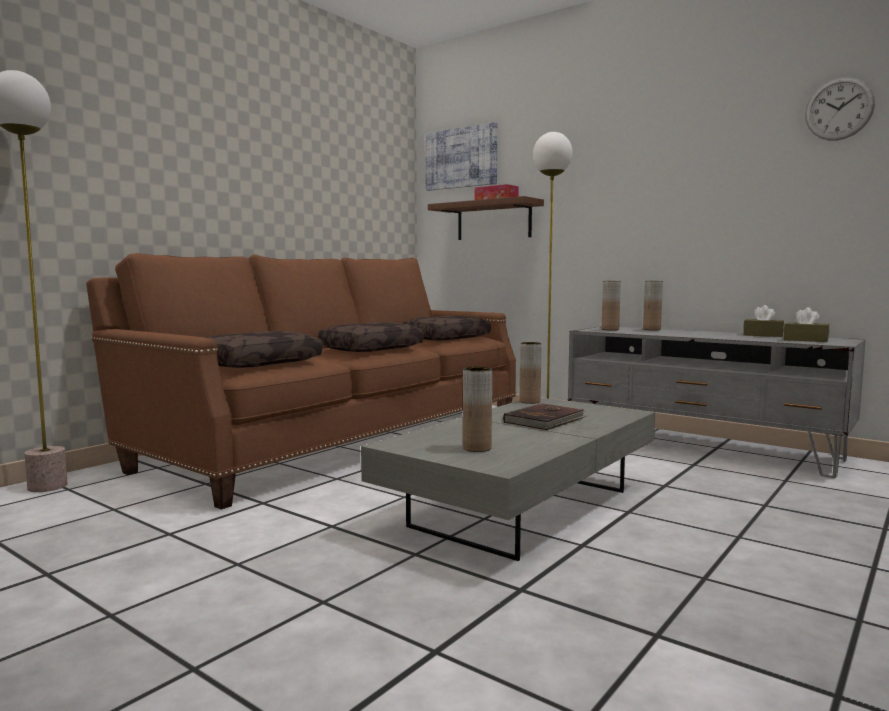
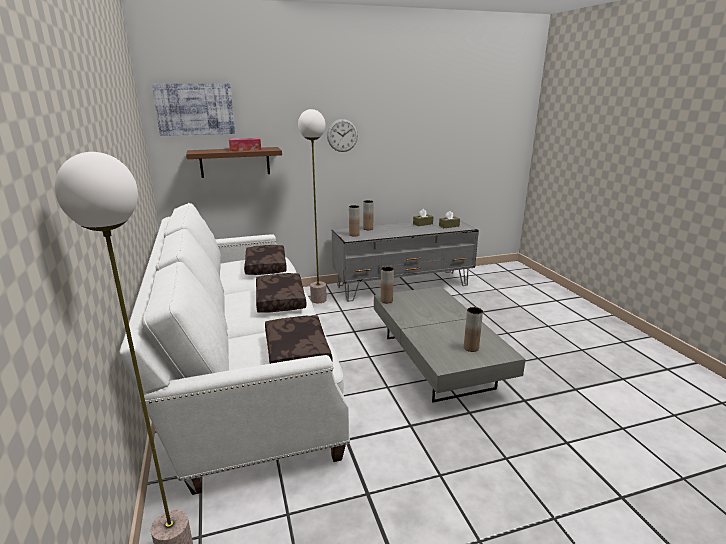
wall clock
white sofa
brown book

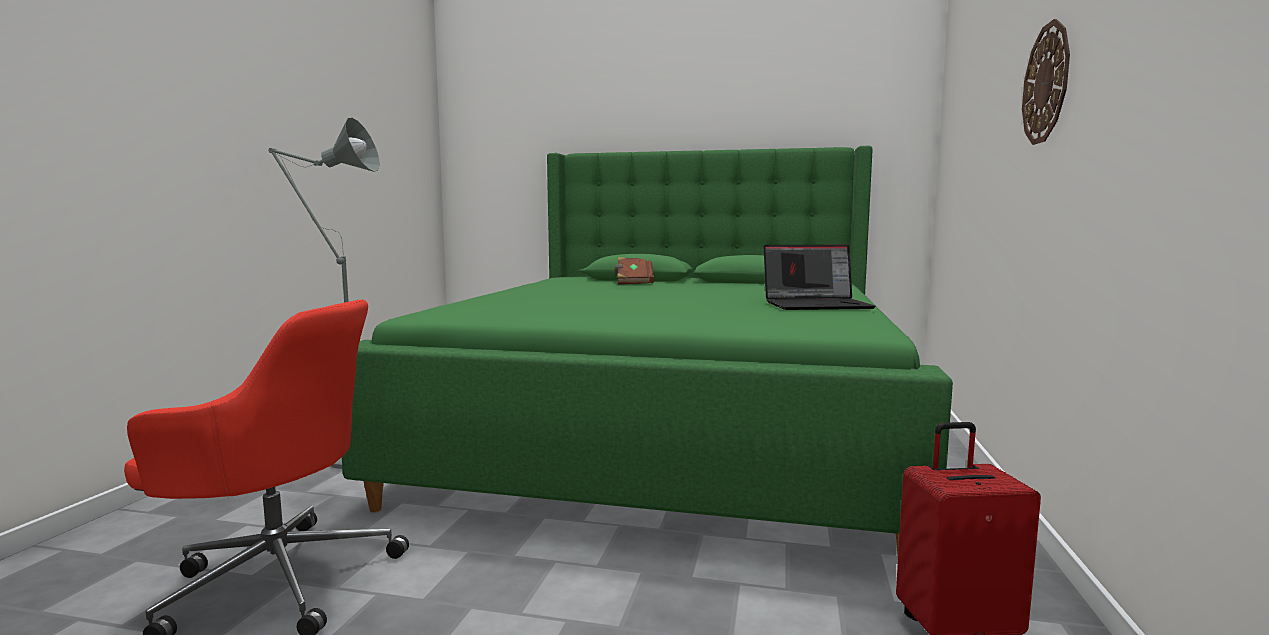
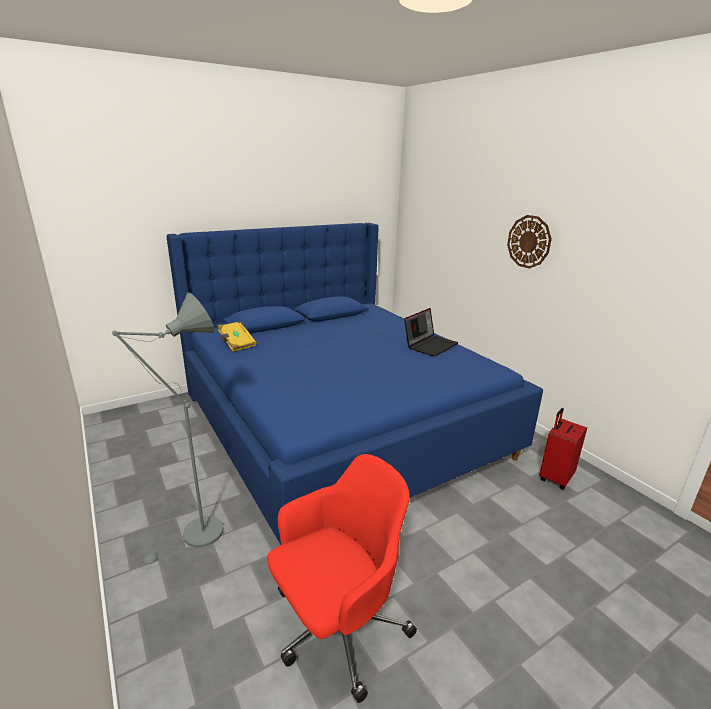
blue bed
brown book
yellow book

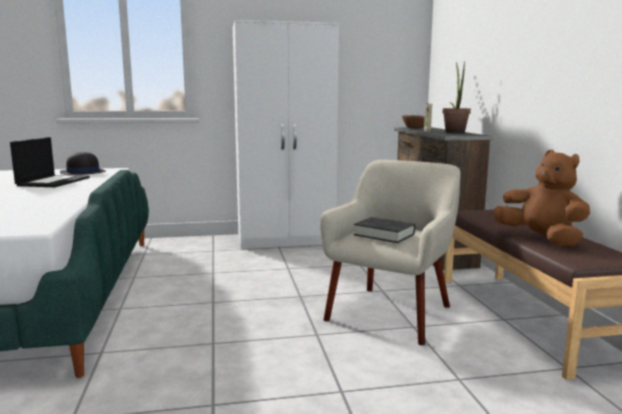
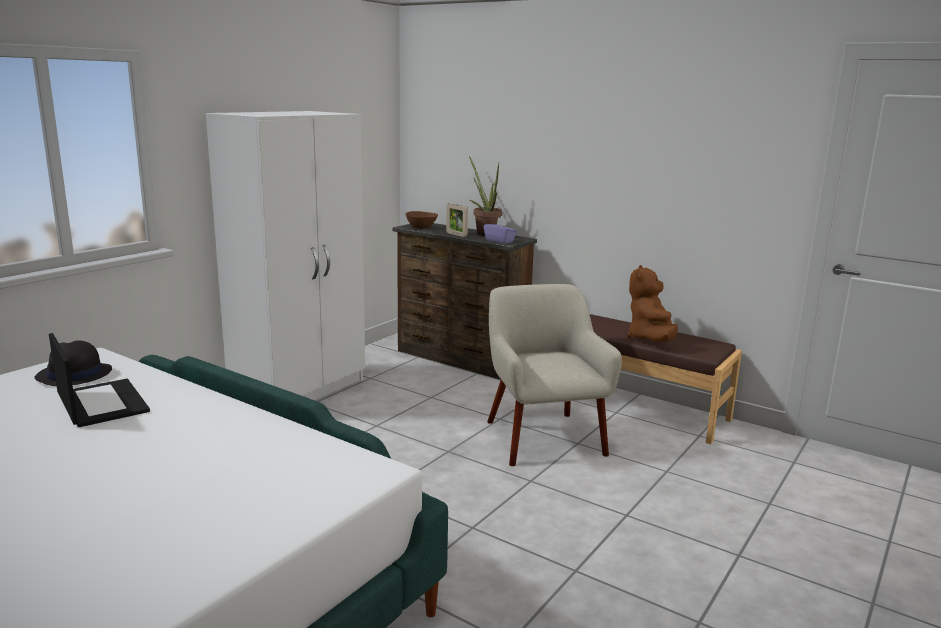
brown plush toy
black book
purple tissue box

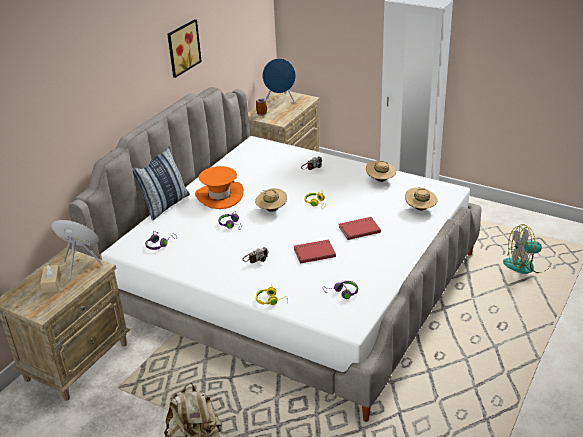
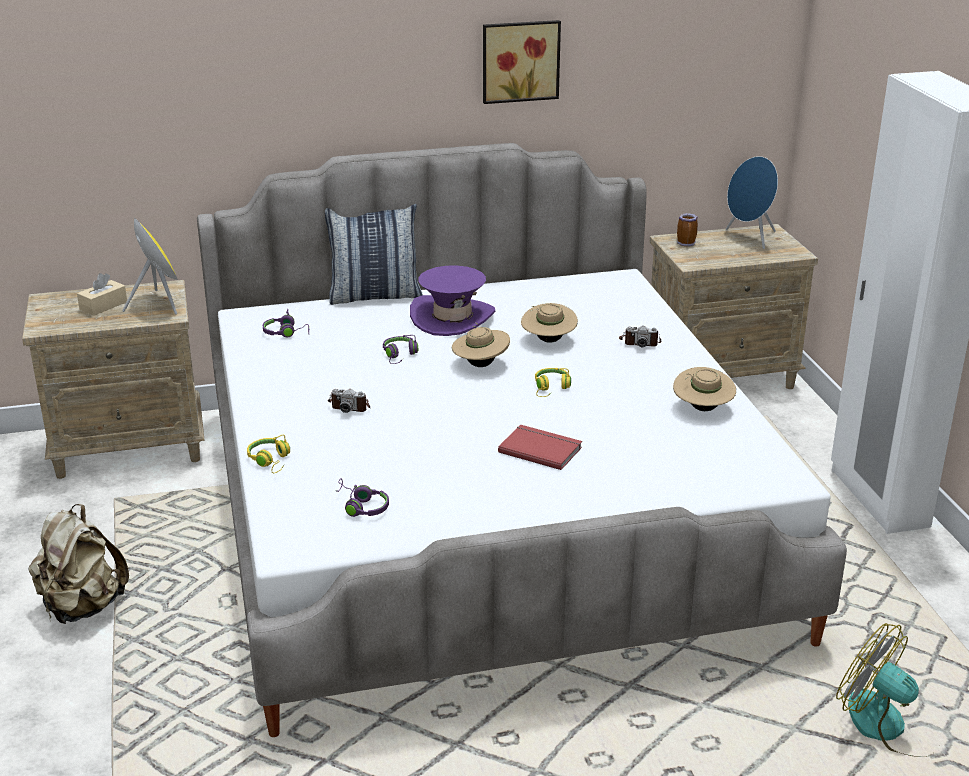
purple hat
beige hat (no. 2 from left)
red book (no. 1 from left in the first image)

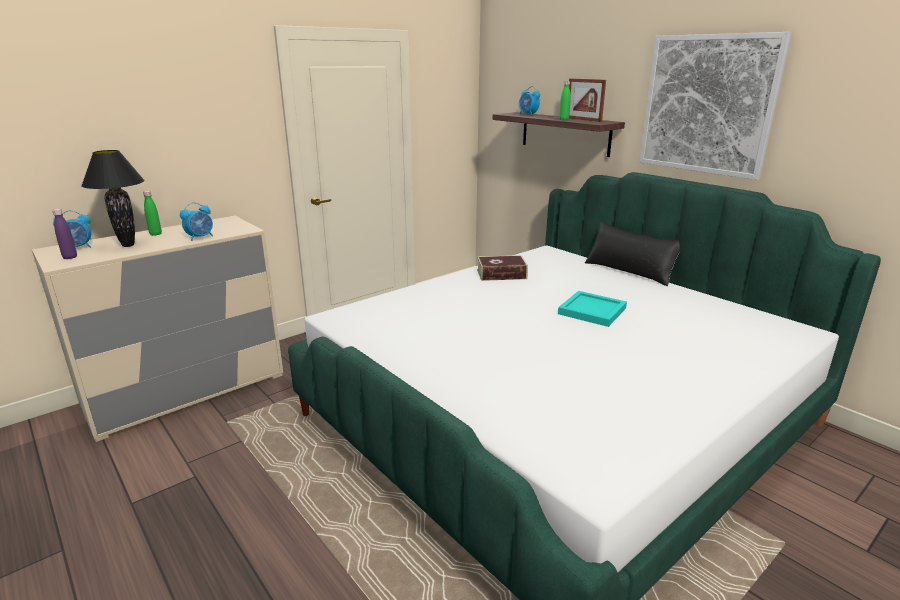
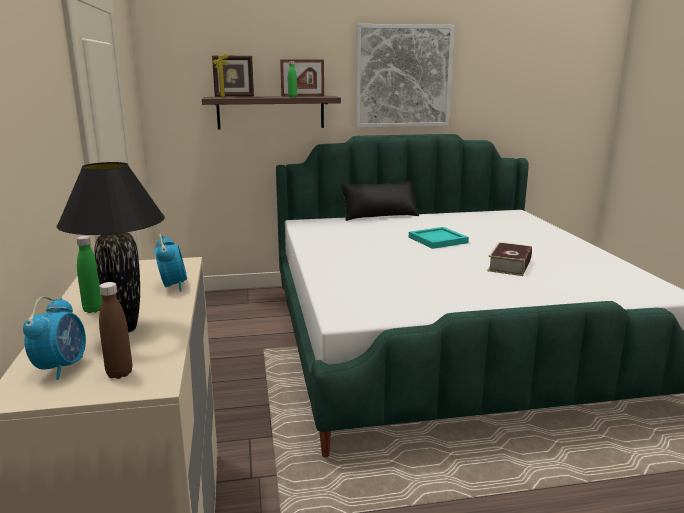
picture frame (no. 1 from left)
brown bottle
book

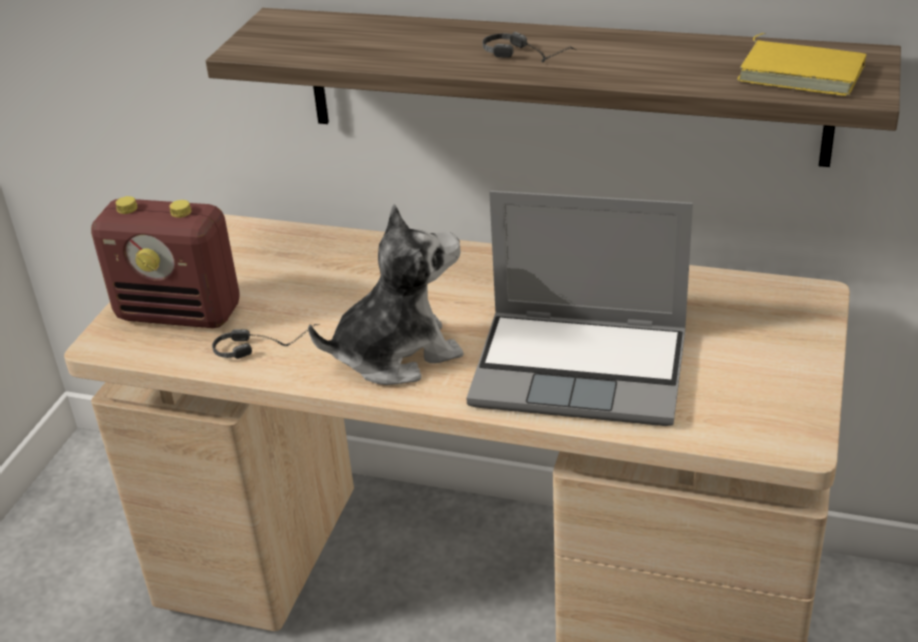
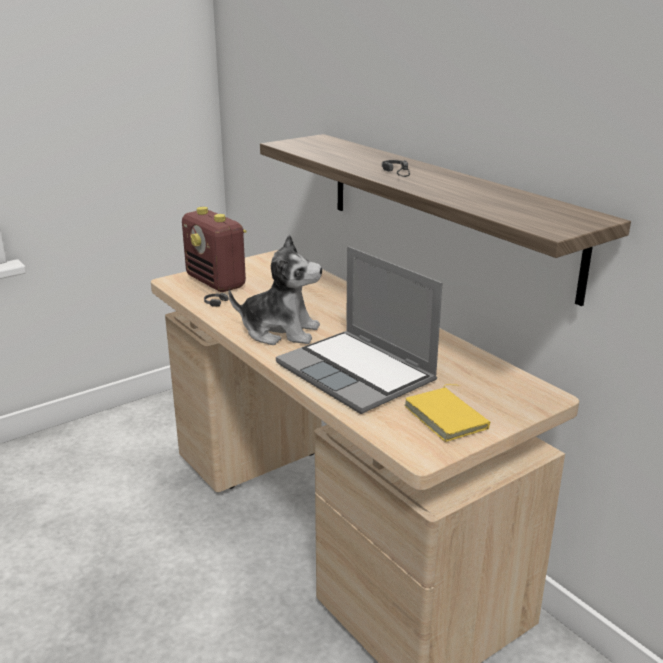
yellow book

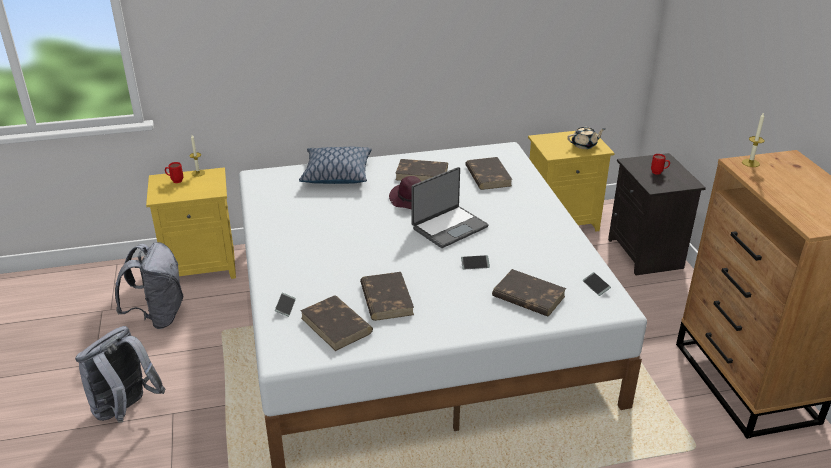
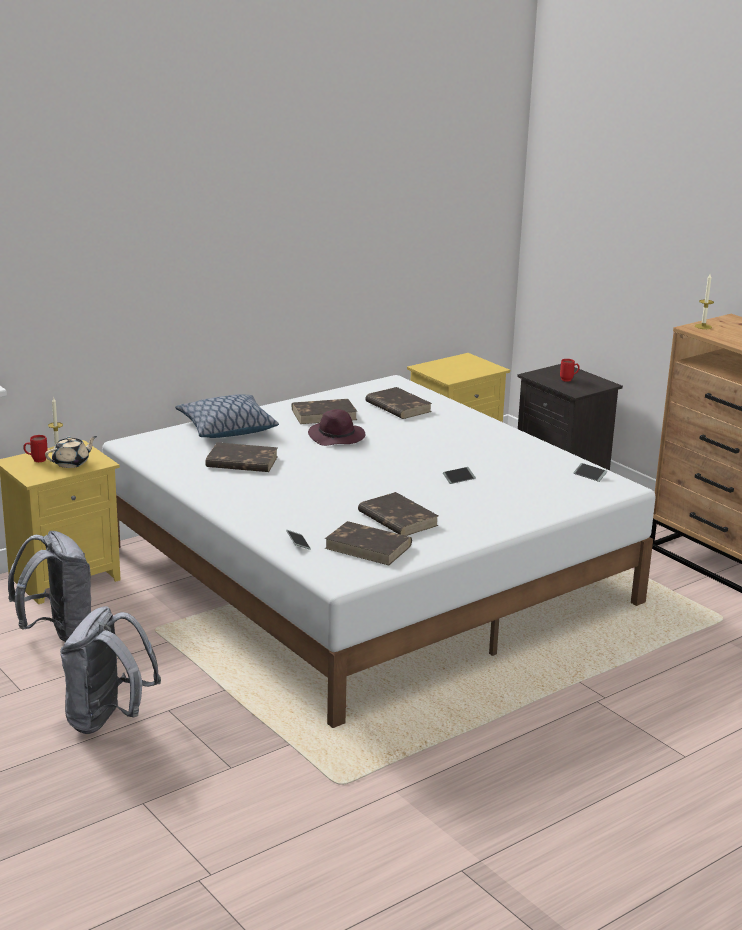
beige teapot
laptop
brown book (no. 1 from left)

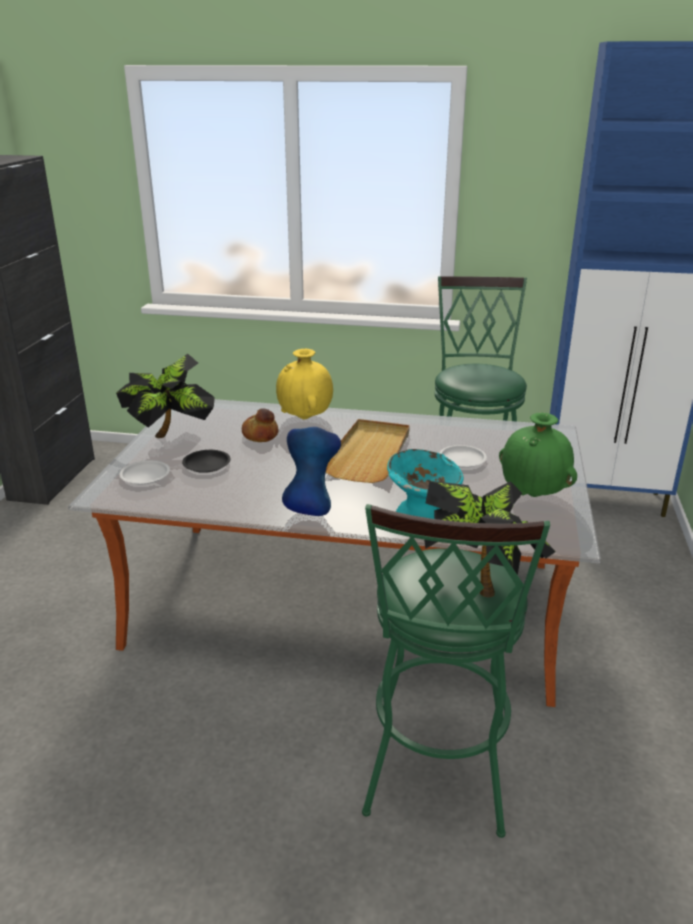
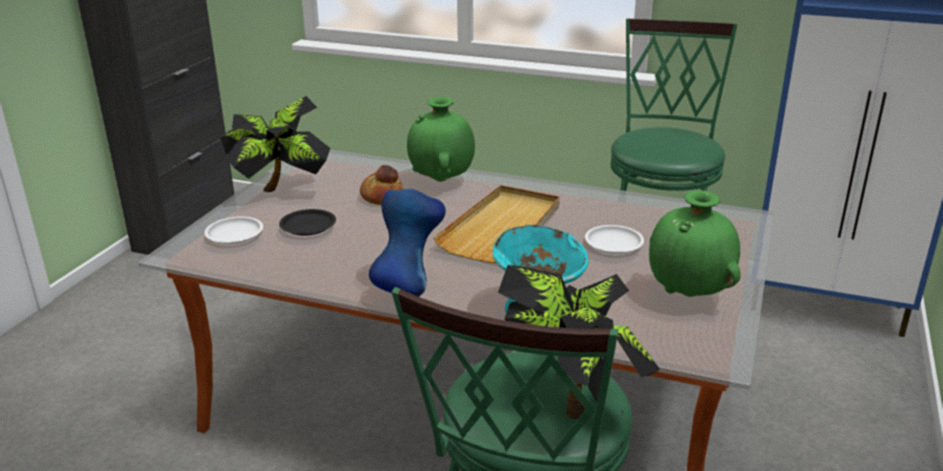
green vase (no. 1 from left)

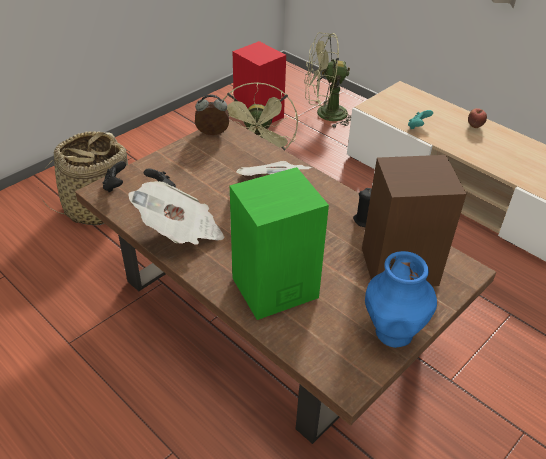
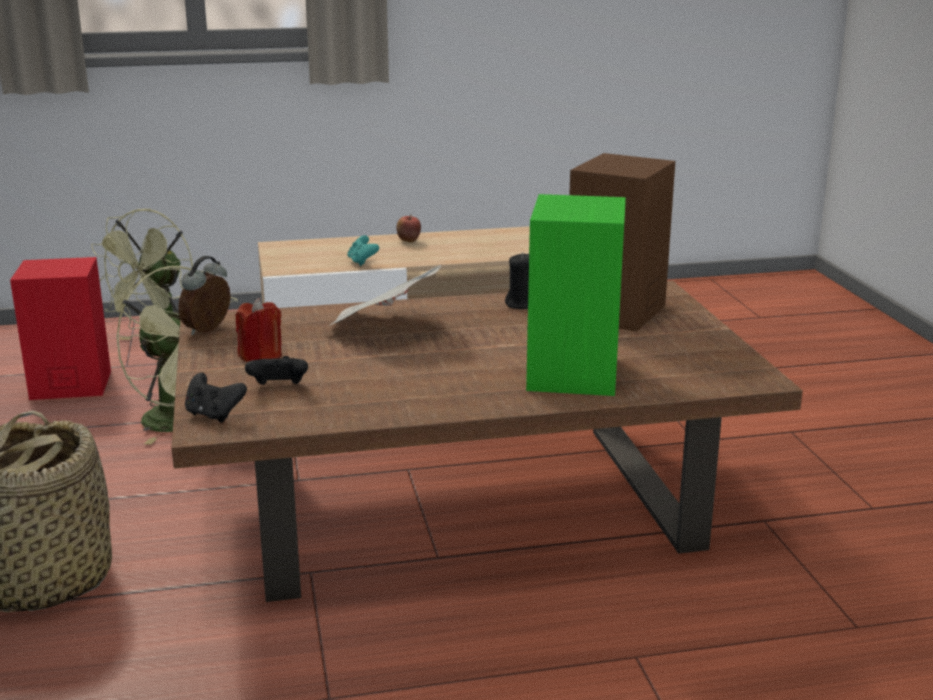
newspaper (no. 1 from left in the first image)
blue vase
red candle

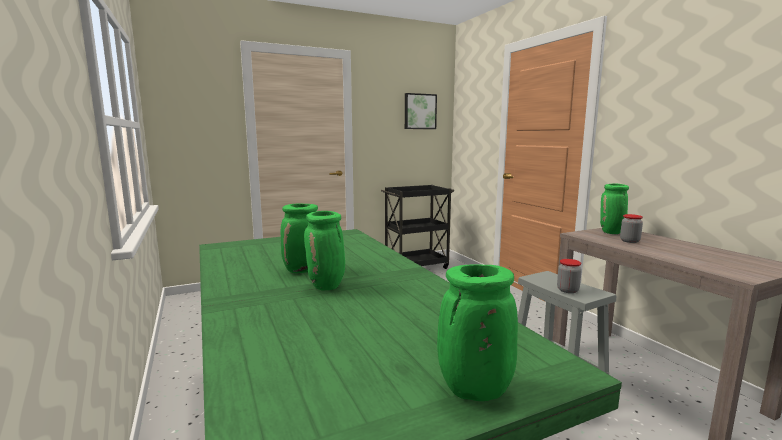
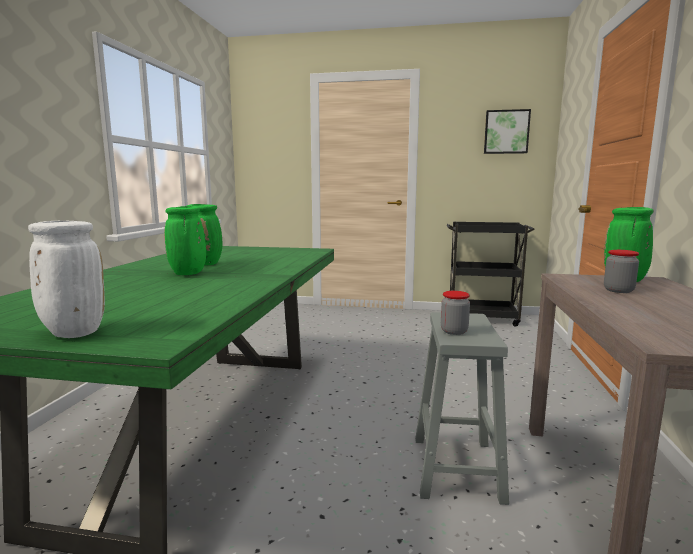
white vase

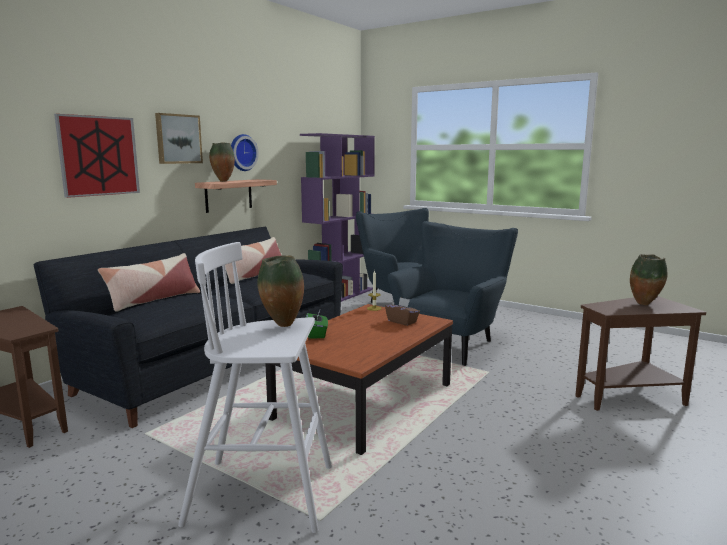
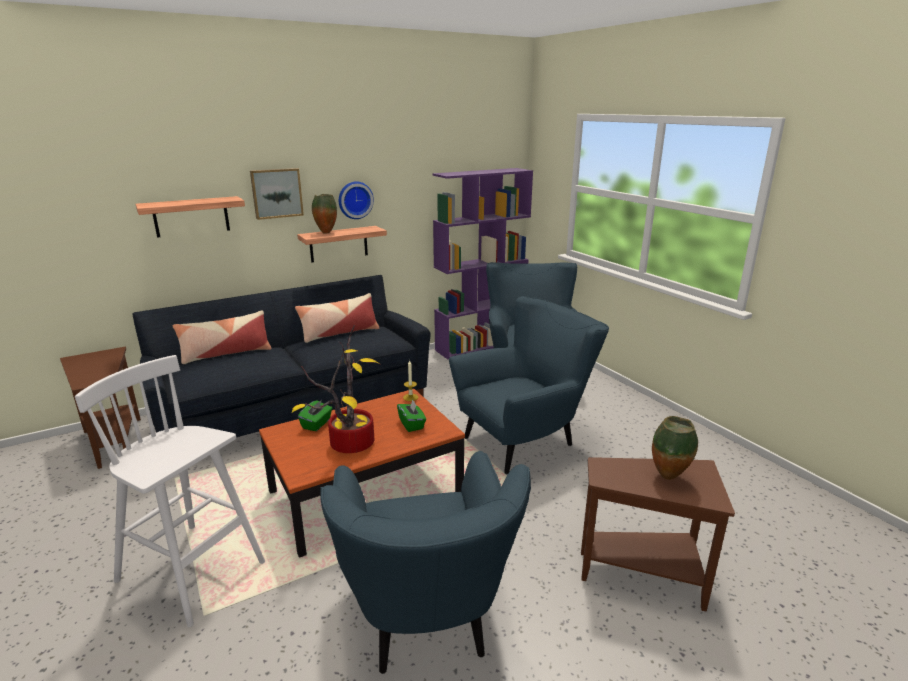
shelf (no. 1 from left)
vase (no. 2 from left in the first image)
green tissue box (no. 2 from left)
potted plant
blue armchair (no. 1 from left)

